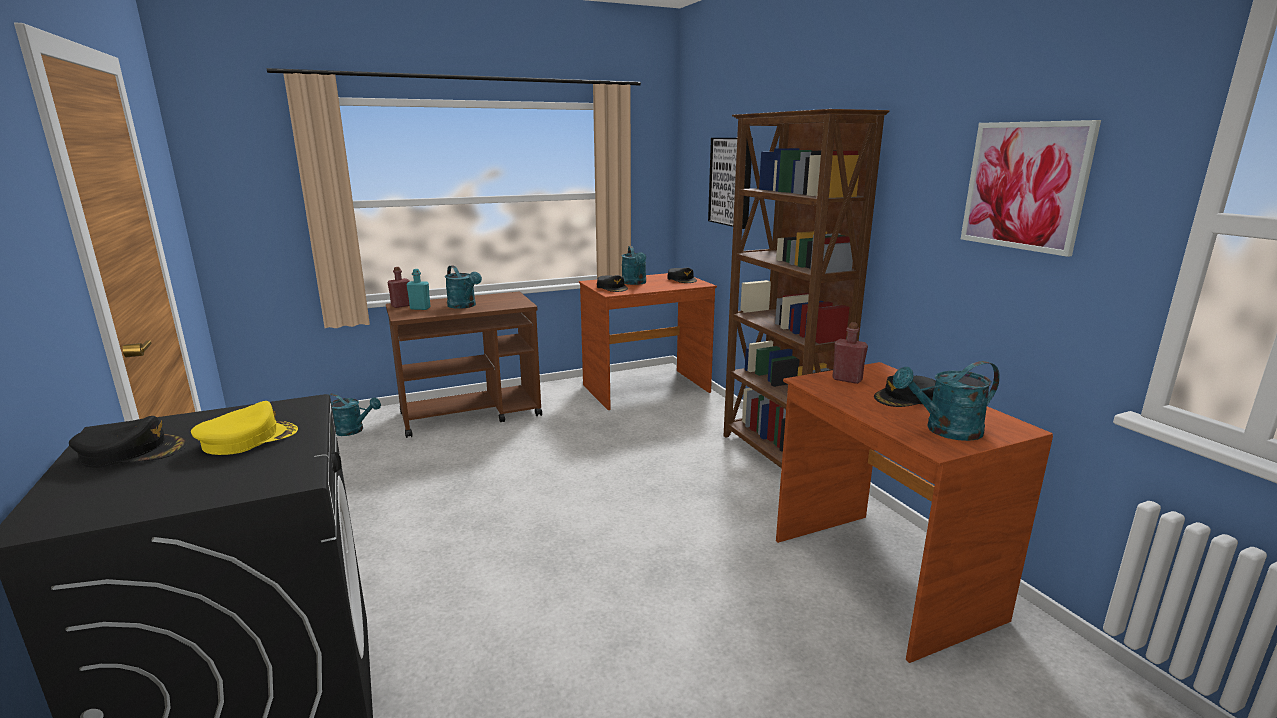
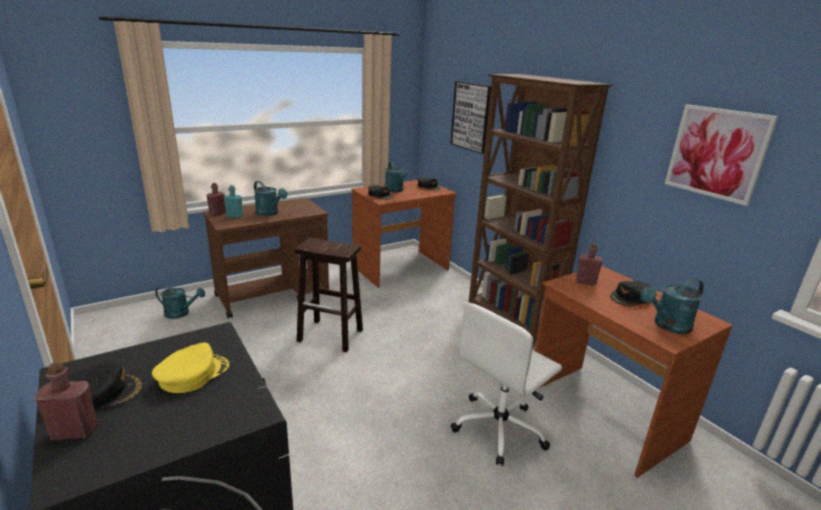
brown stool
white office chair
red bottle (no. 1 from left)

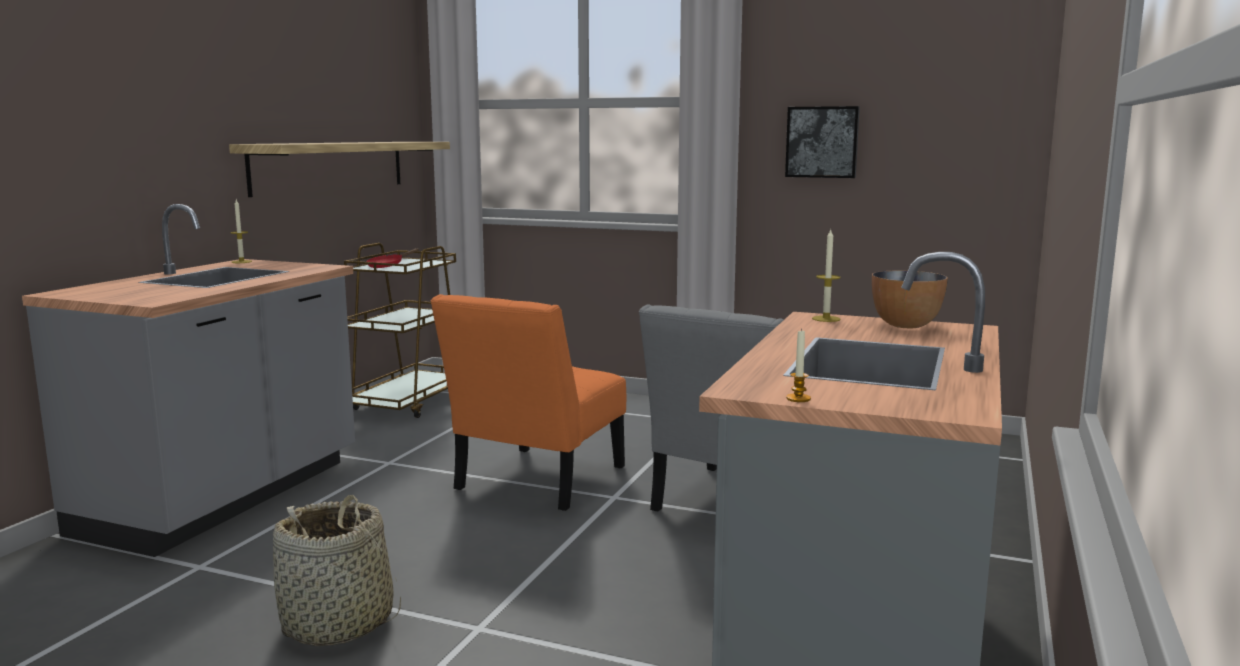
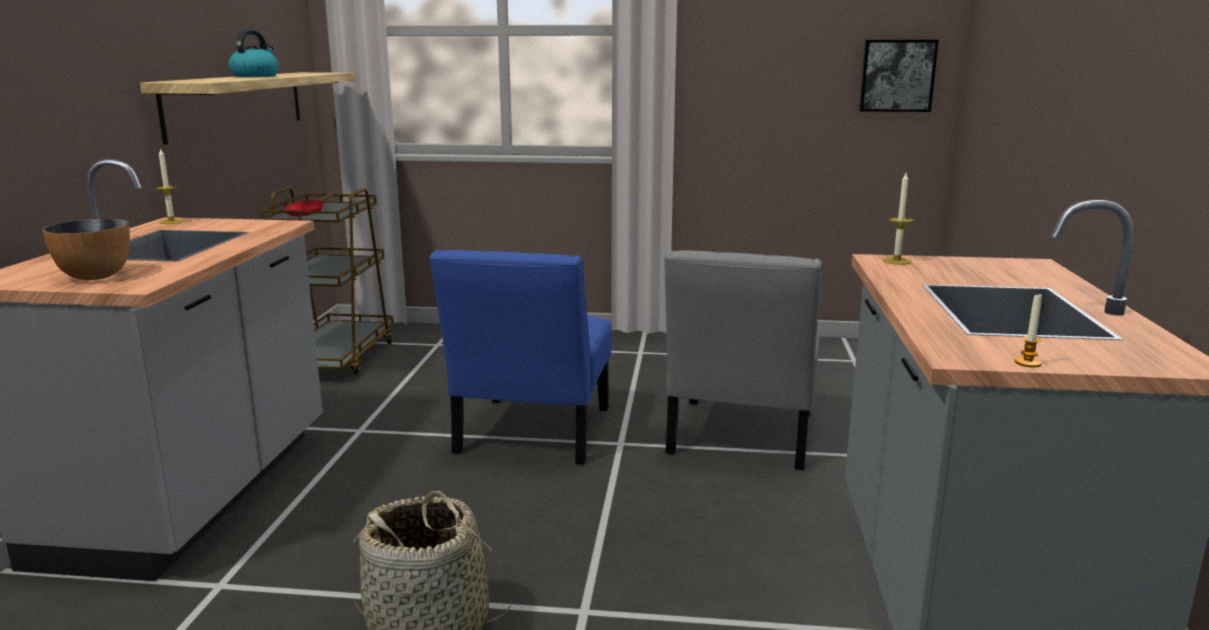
picture
bowl
blue chair
kettle

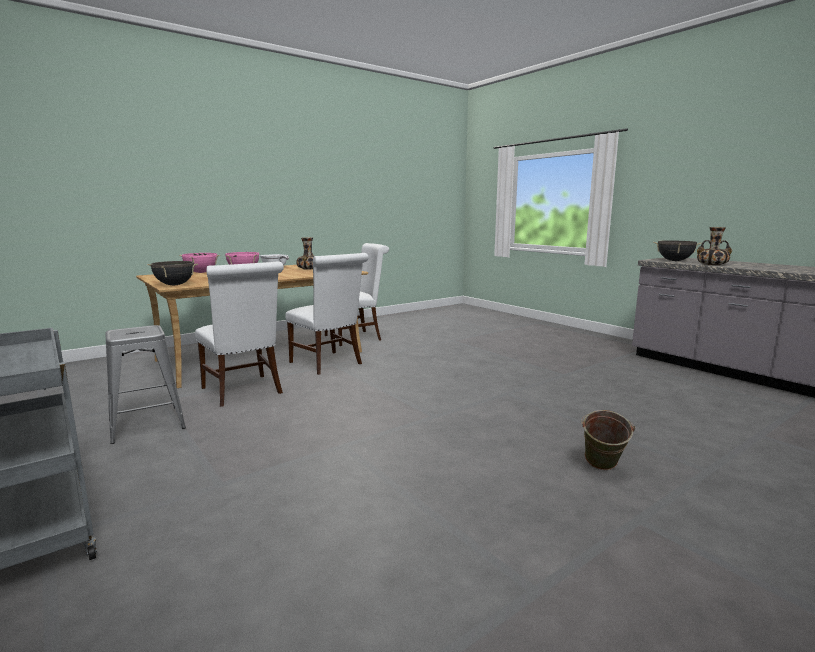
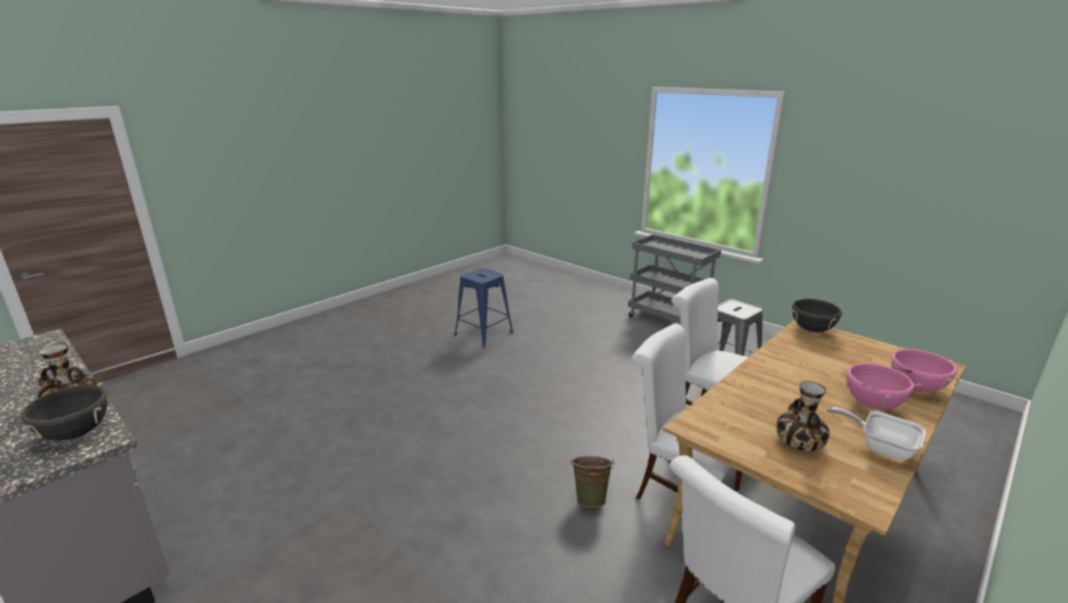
green bucket
blue stool

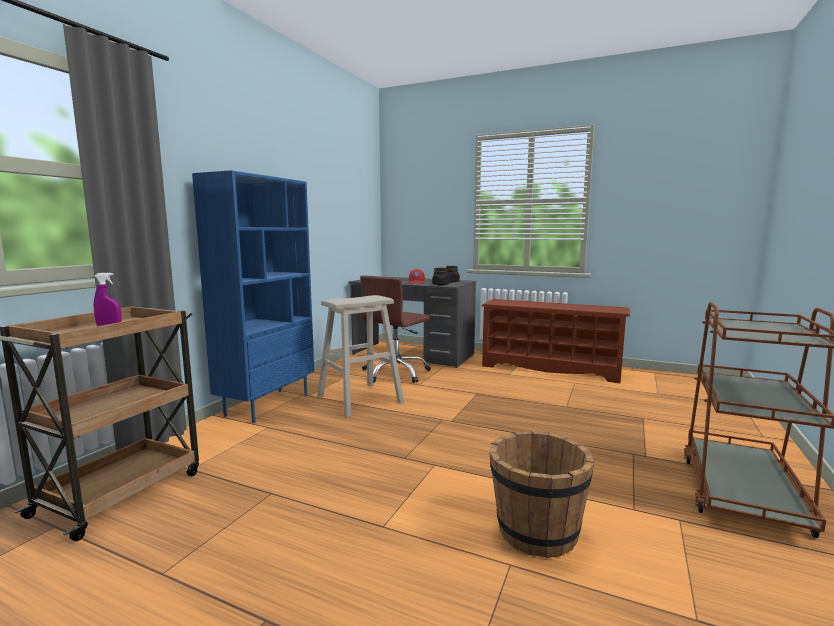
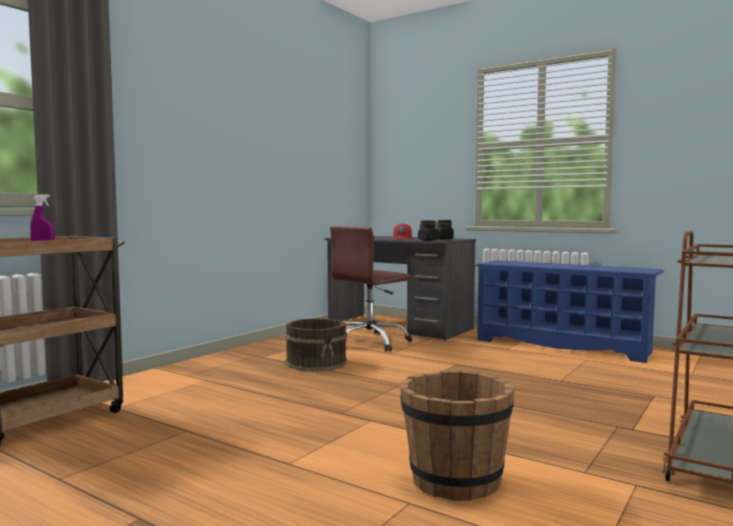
blue bookcase
brown bucket (no. 1 from left)
blue shoe rack

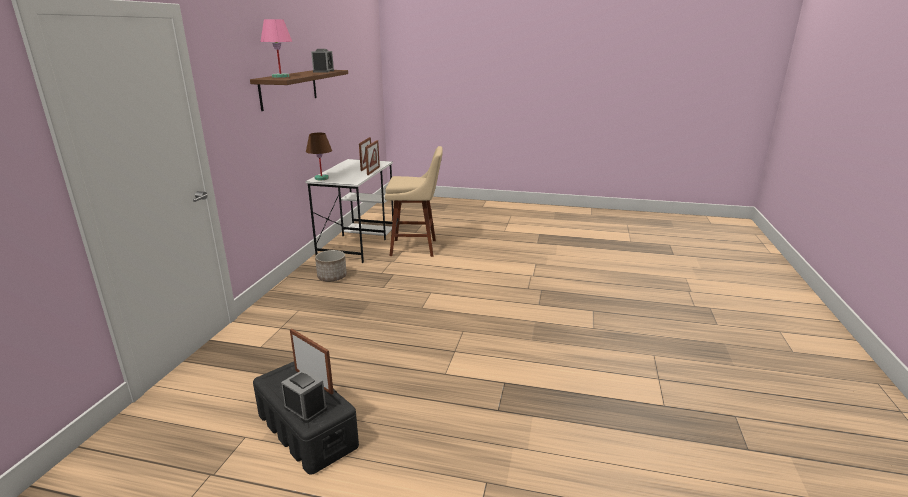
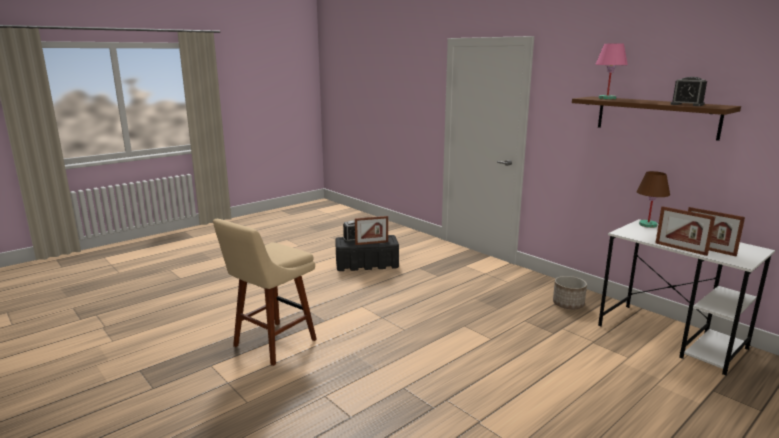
beige stool

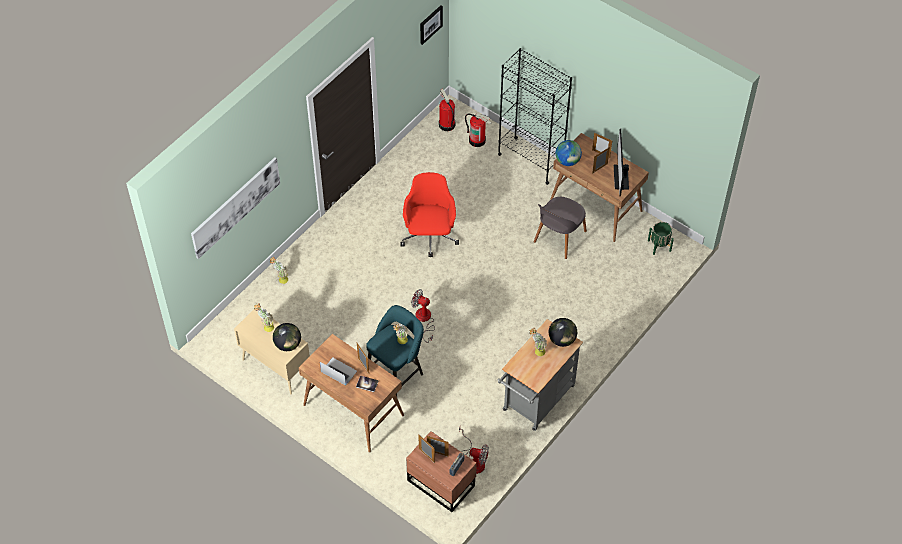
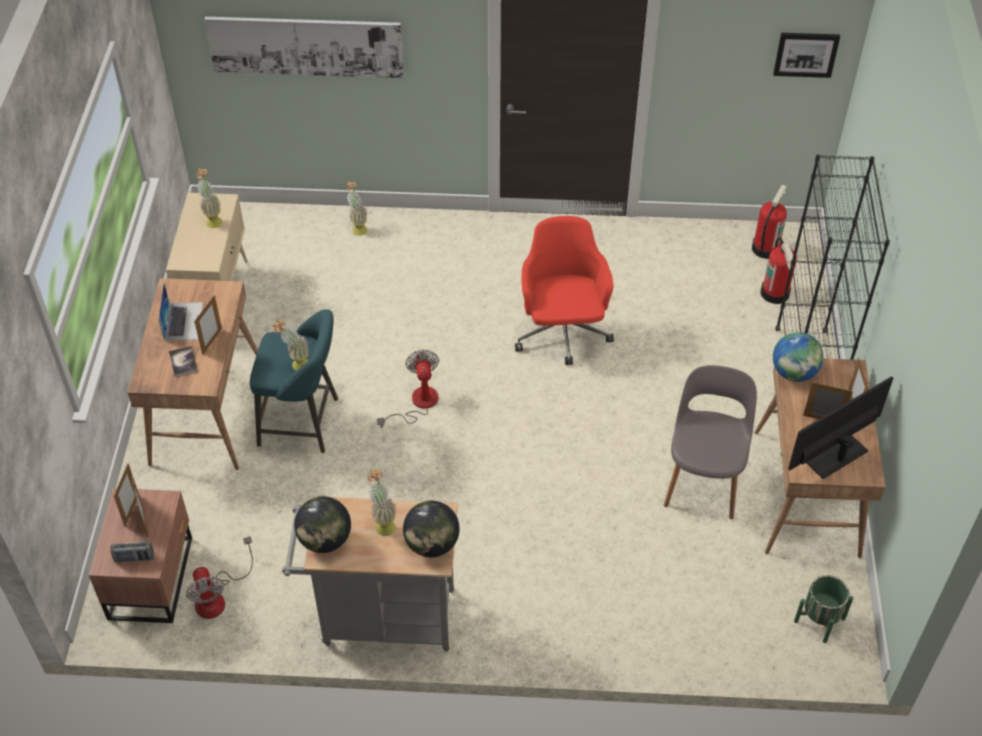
red office chair
grey chair
globe (no. 1 from left)

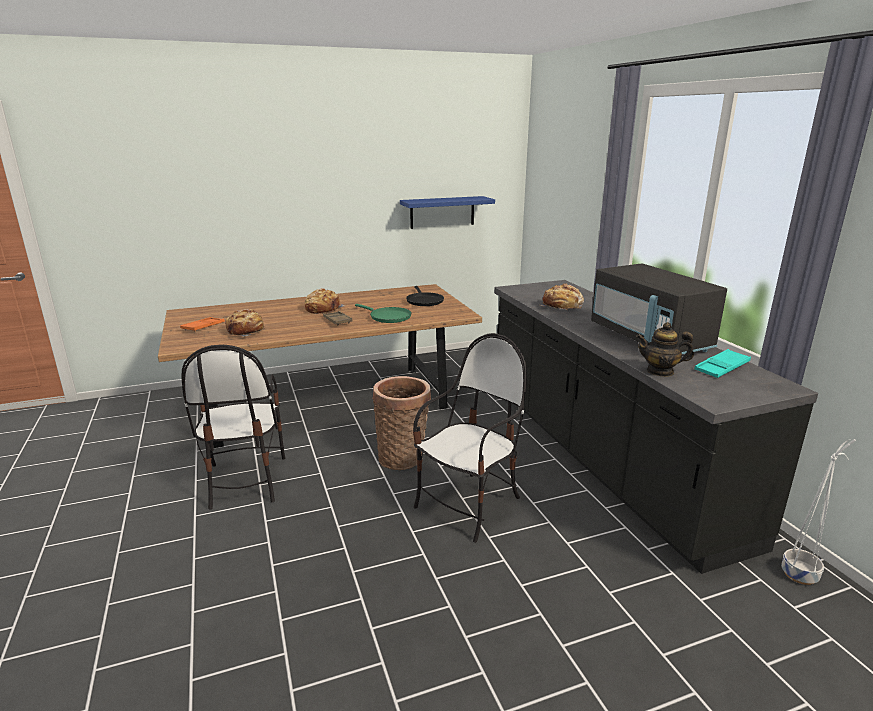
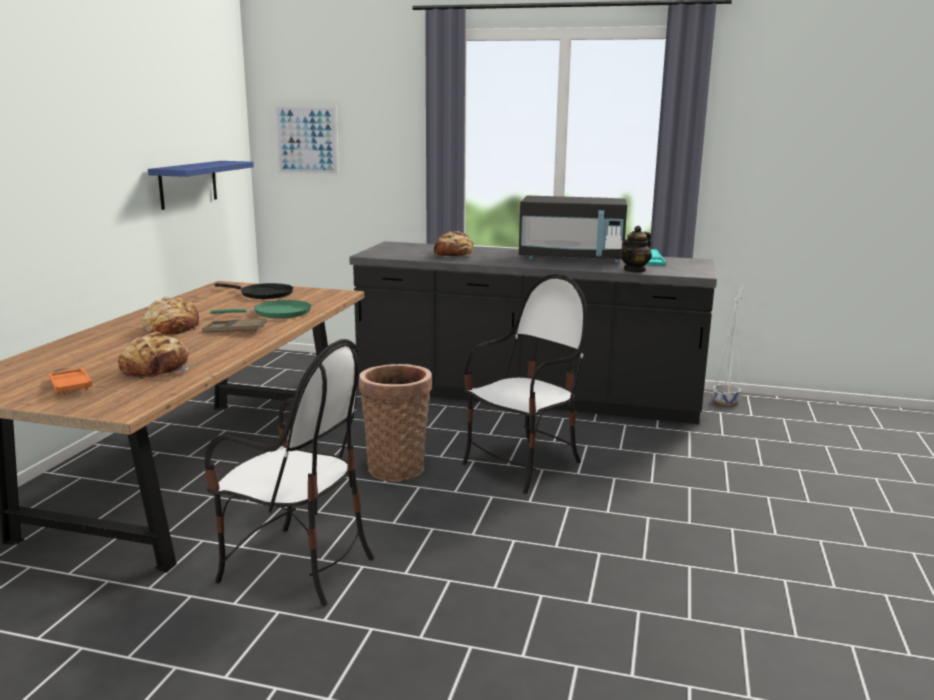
chair (no. 2 from left)
picture

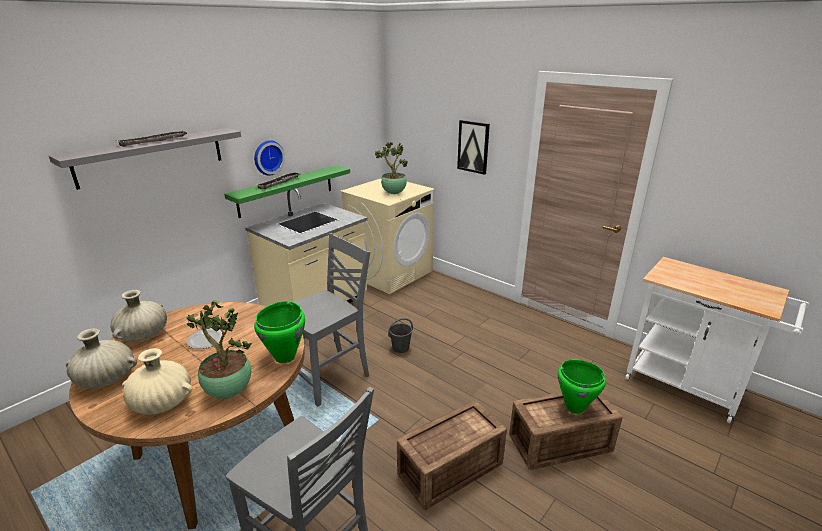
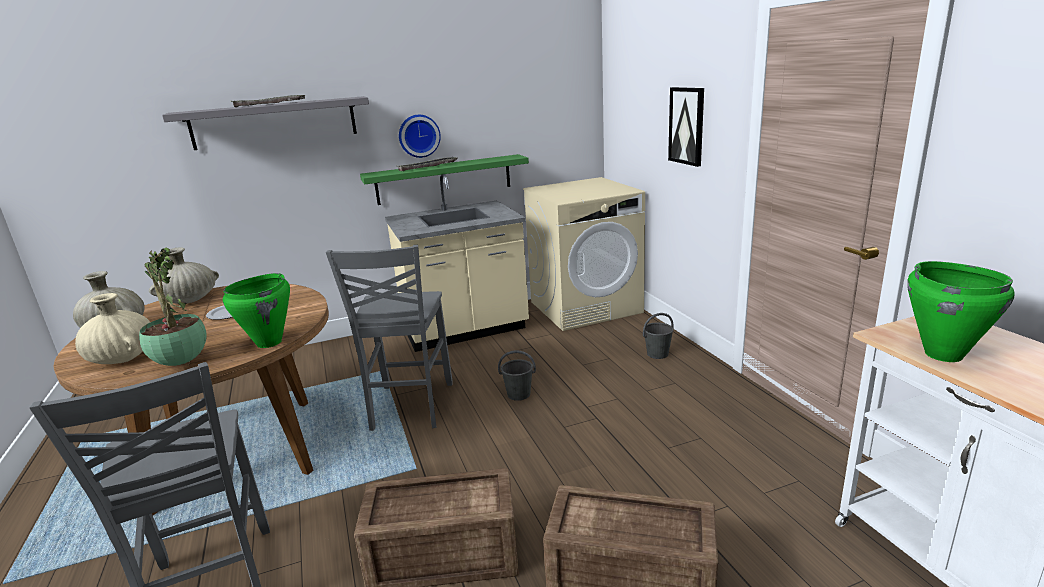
potted plant (no. 2 from left in the first image)
grey chair (no. 2 from left)
green cooking pot (no. 2 from left)
grey bucket (no. 2 from left)

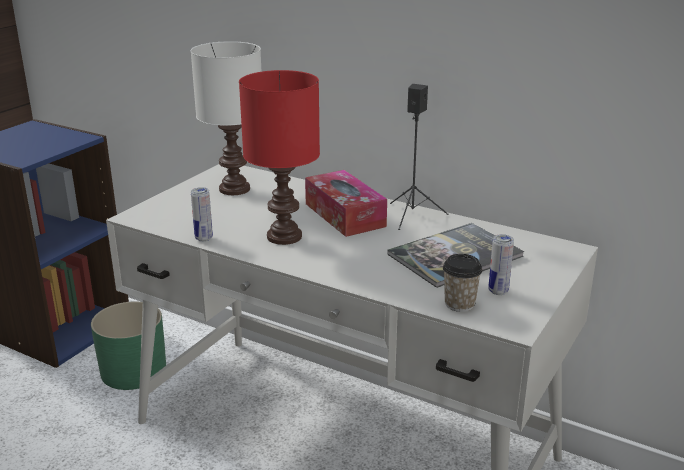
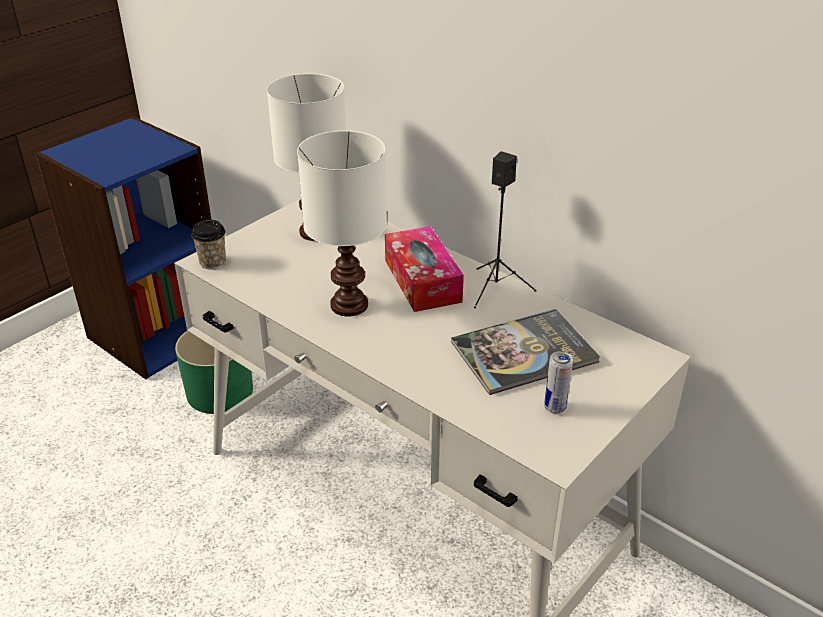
white table lamp (no. 2 from left)
can (no. 1 from left in the first image)
cup

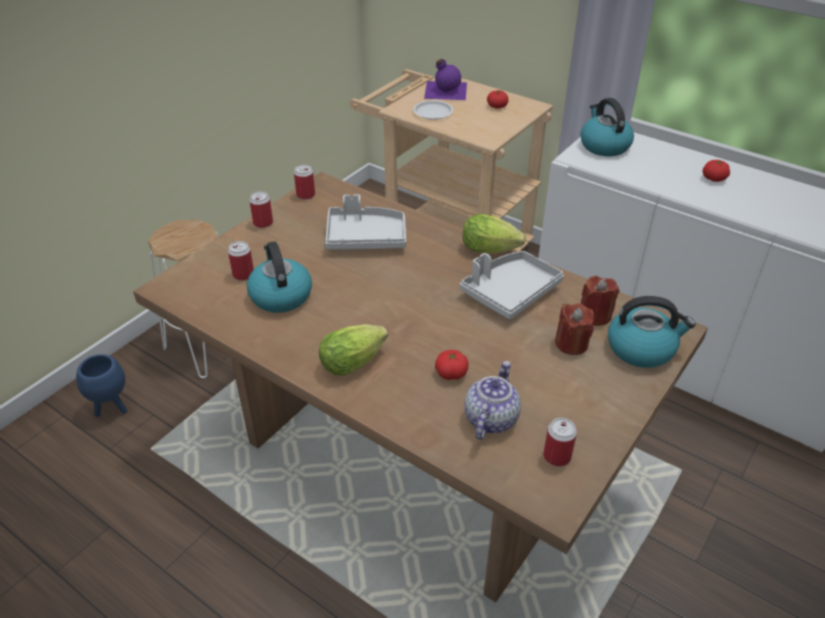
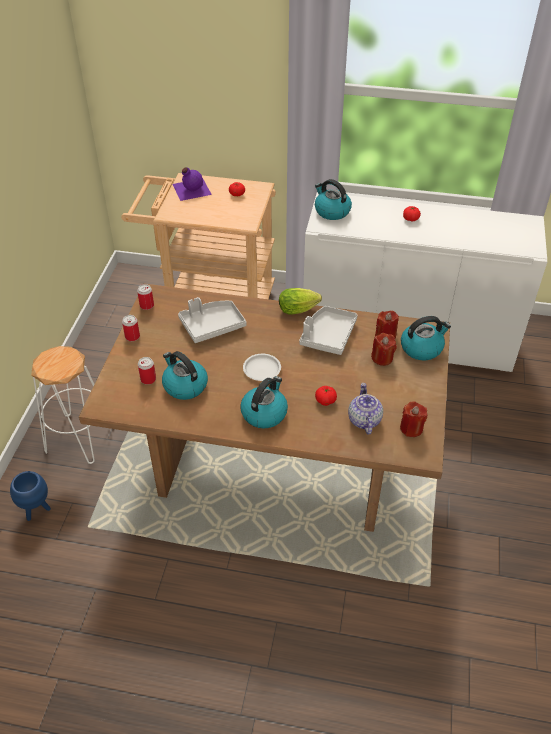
white plate
kettle (no. 2 from left)
red candle (no. 3 from left)

